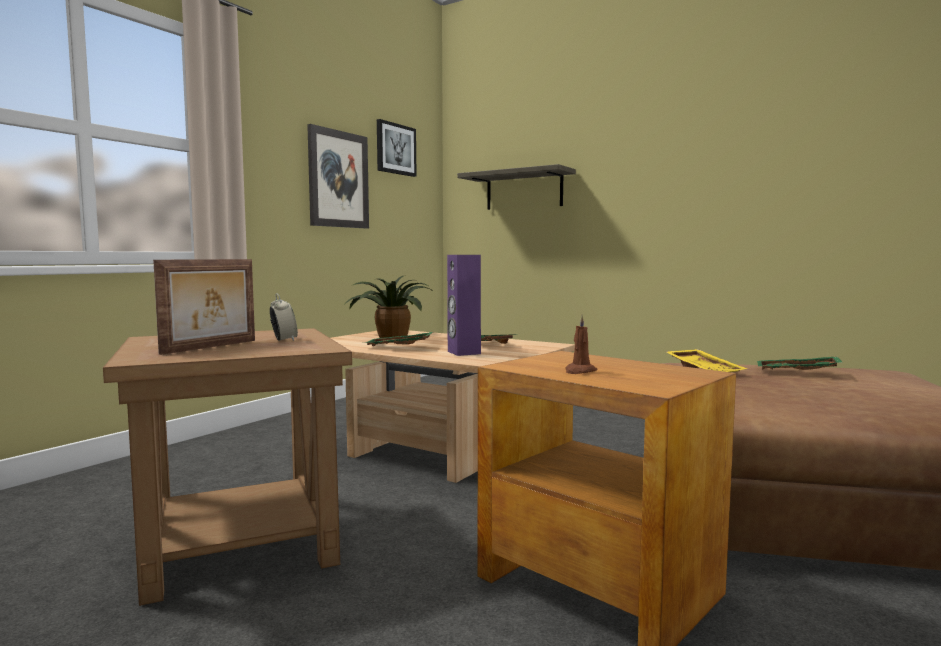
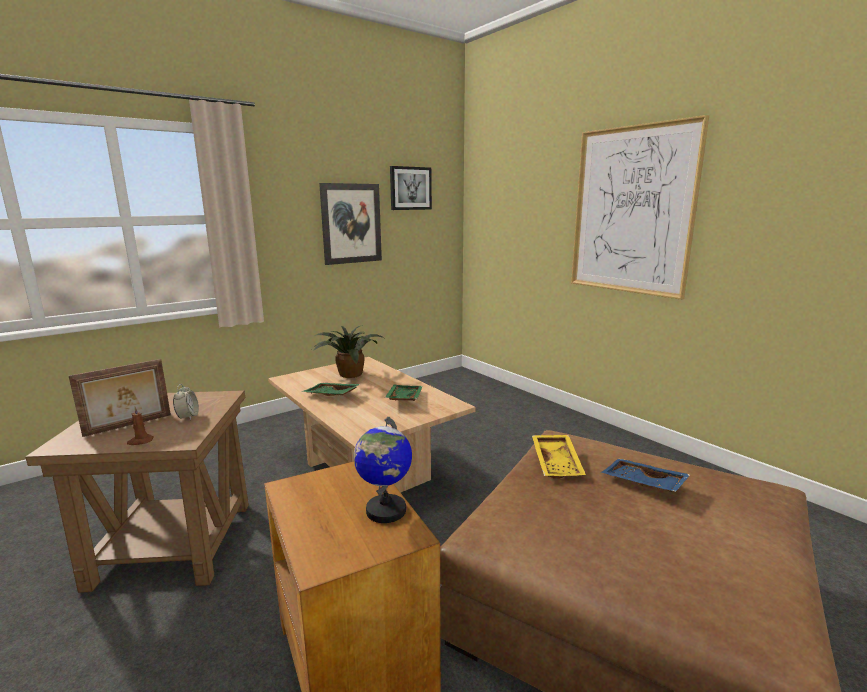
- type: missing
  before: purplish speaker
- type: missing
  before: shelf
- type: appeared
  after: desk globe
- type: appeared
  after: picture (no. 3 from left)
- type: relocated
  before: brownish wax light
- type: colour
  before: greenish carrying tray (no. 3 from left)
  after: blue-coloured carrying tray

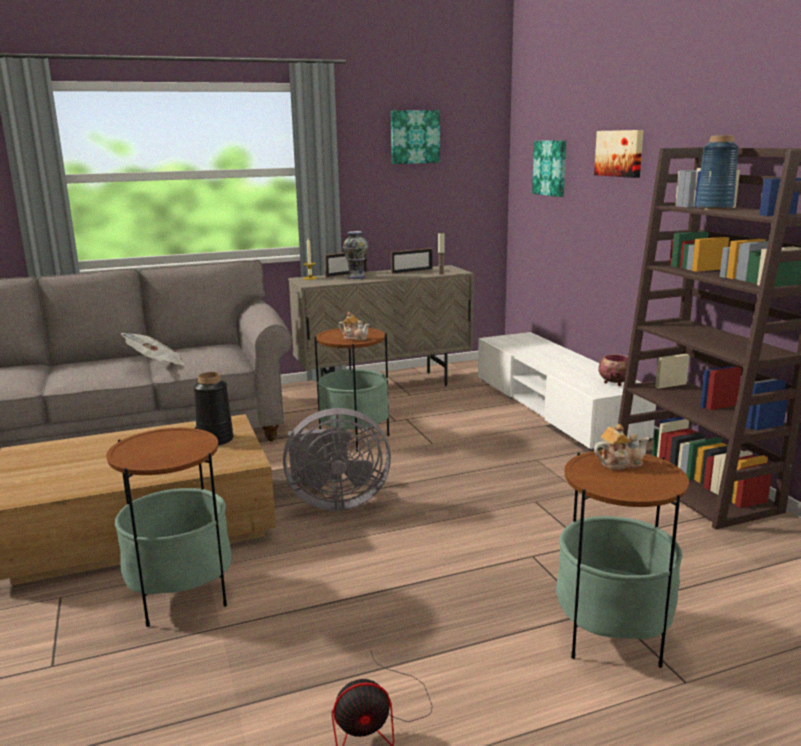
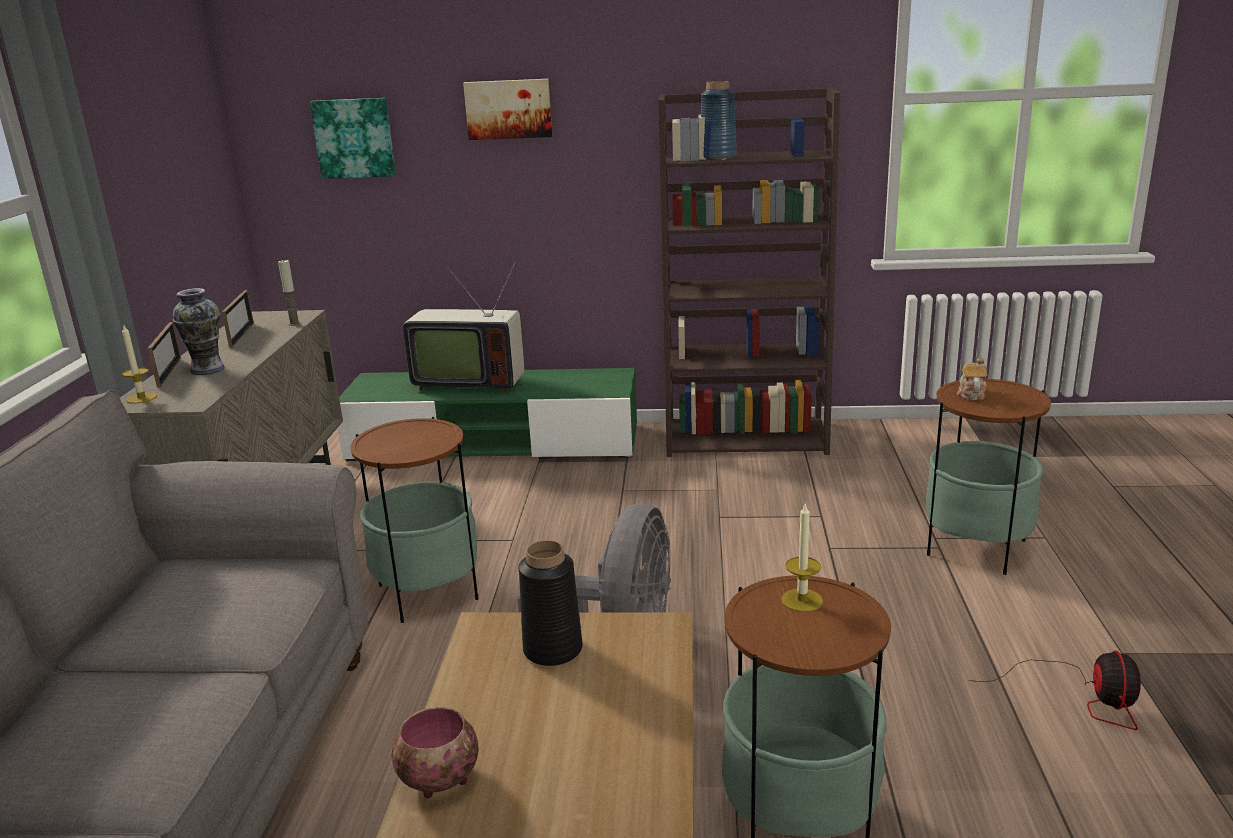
- type: missing
  before: printed paper
- type: missing
  before: tea pot (no. 1 from left)
- type: missing
  before: picture (no. 1 from left)
- type: appeared
  after: TV set
- type: appeared
  after: wax light (no. 3 from left)
- type: relocated
  before: bowl
- type: colour
  before: white tv unit
  after: greenish tv unit

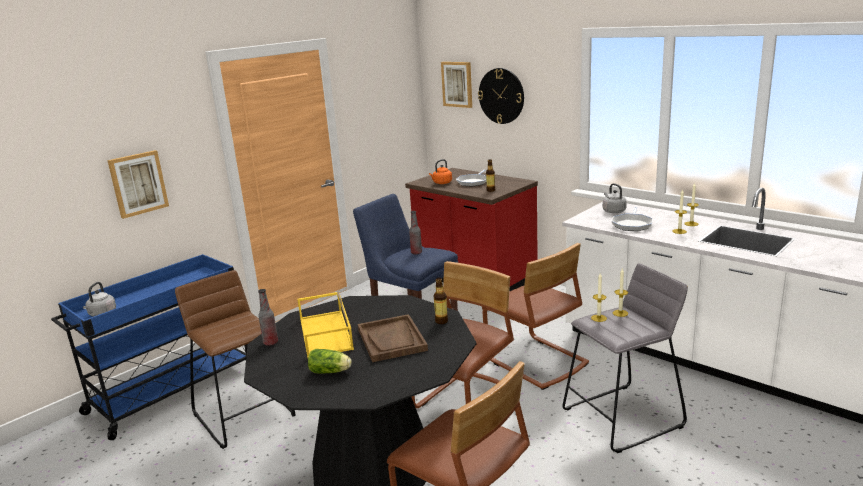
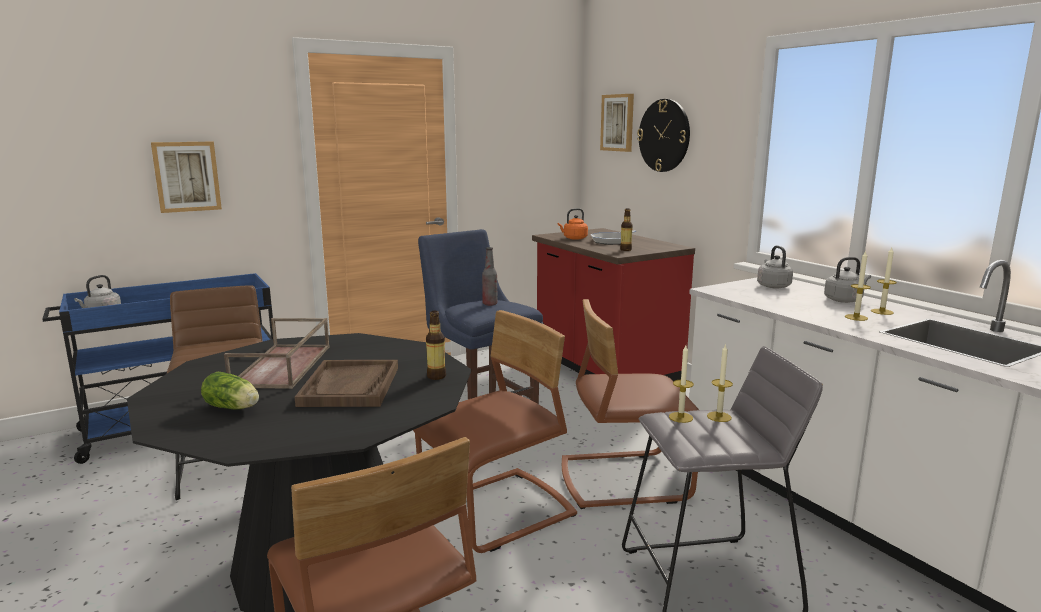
- type: missing
  before: bottle (no. 1 from left)
- type: missing
  before: pan (no. 2 from left)
- type: appeared
  after: greyish tea kettle (no. 3 from left)
- type: colour
  before: yellow carrying tray
  after: brownish carrying tray (no. 1 from left)
- type: spun
  before: brownish plain chair (no. 3 from left)
  turn: 105

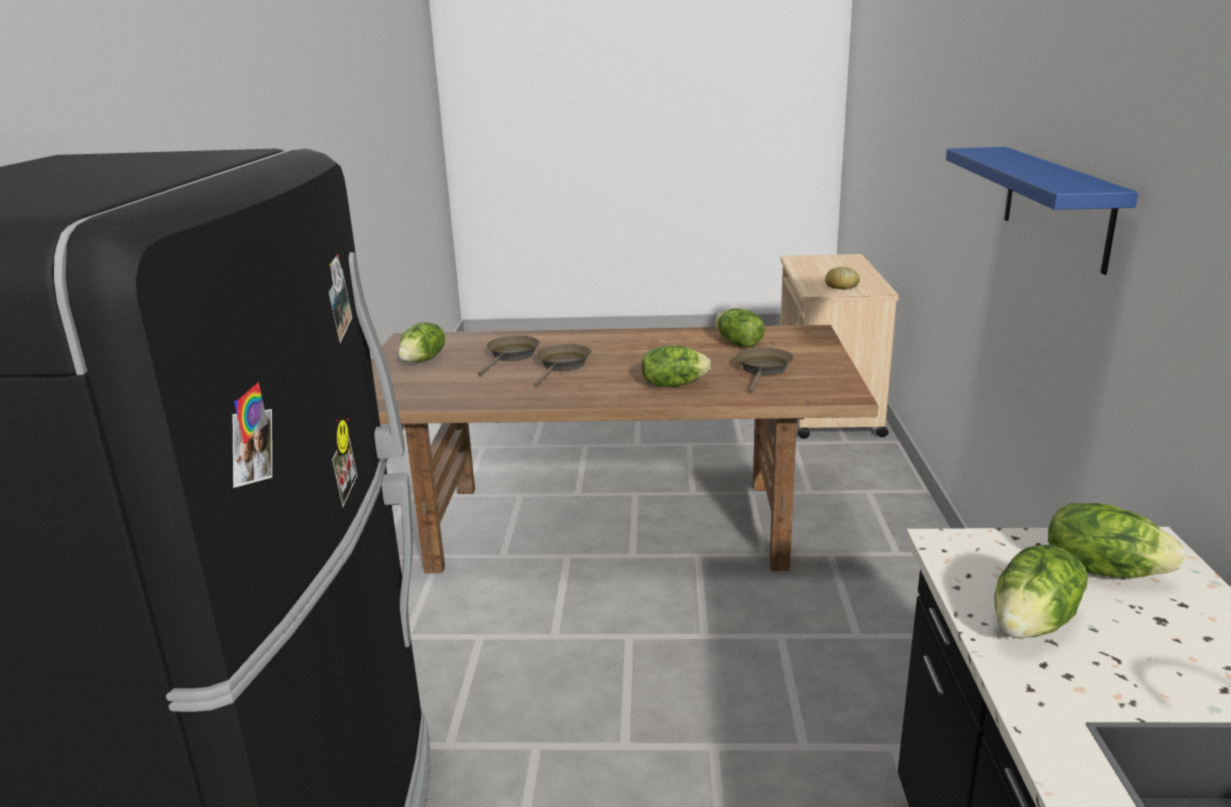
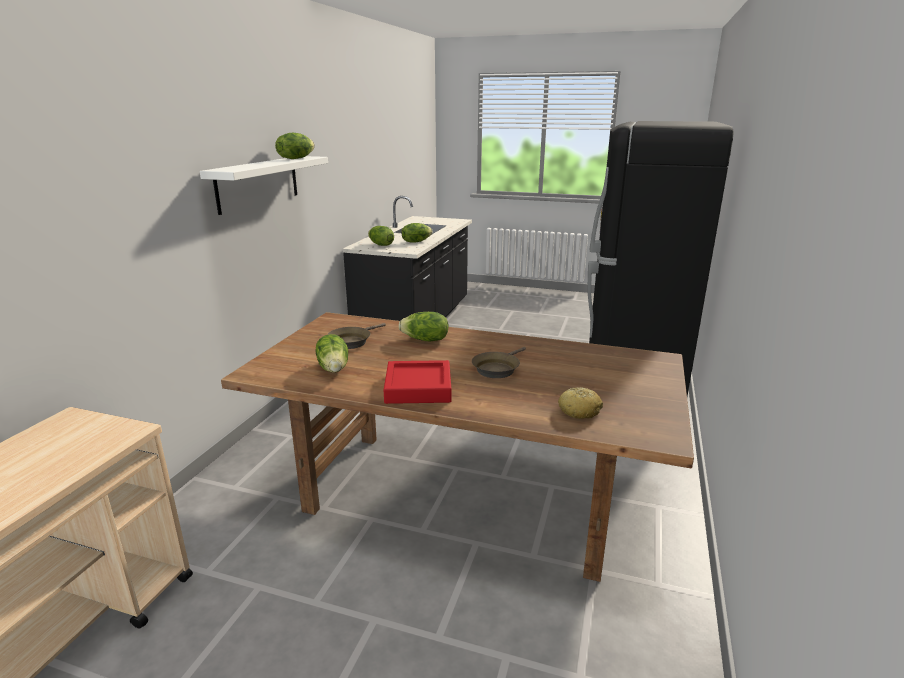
- type: missing
  before: brownish pan (no. 1 from left)
- type: appeared
  after: reddish carrying tray
- type: relocated
  before: lettuce head (no. 1 from left)
- type: relocated
  before: bread
- type: colour
  before: blue-coloured shelf
  after: white shelf

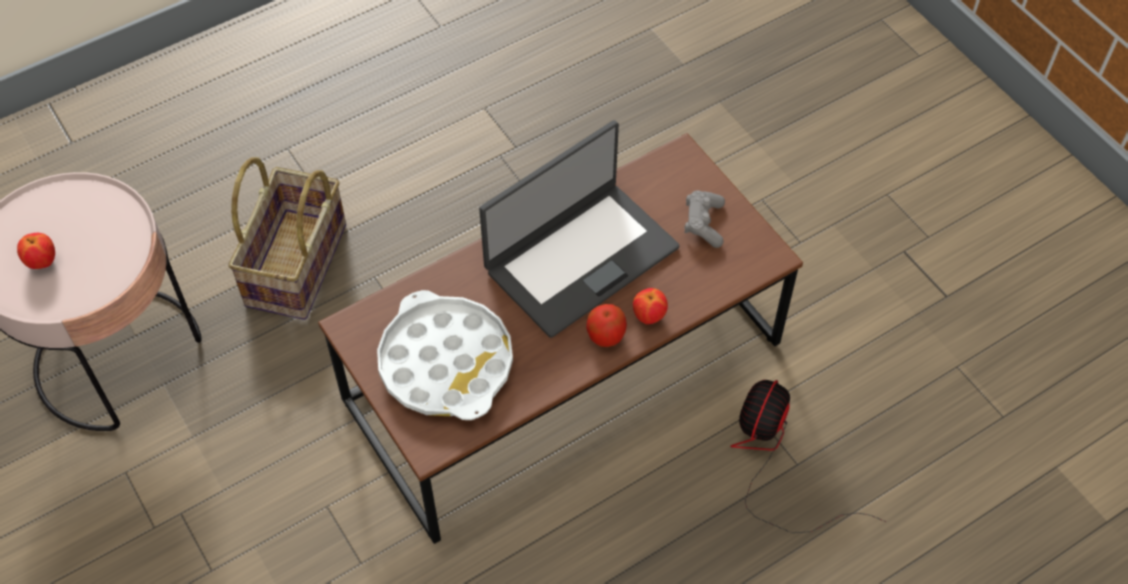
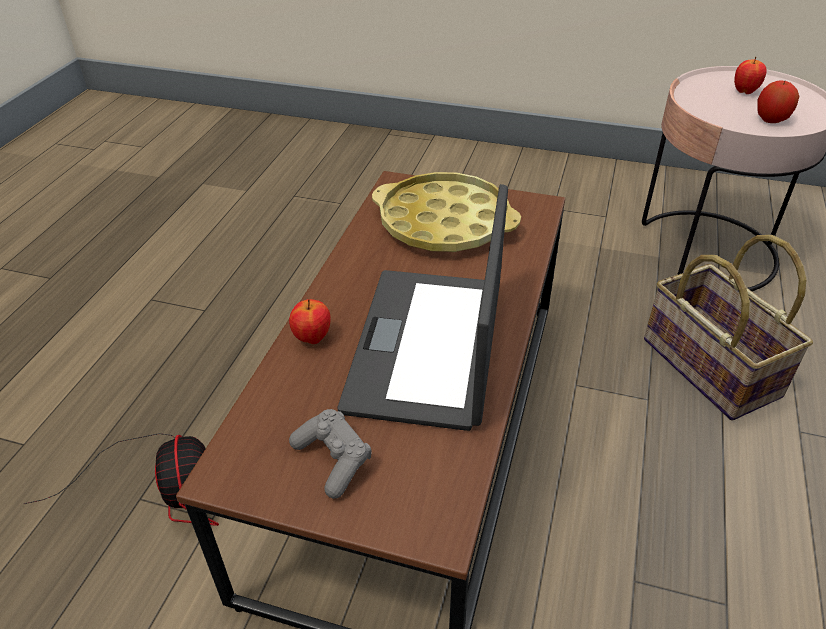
- type: relocated
  before: apple (no. 2 from left in the first image)
  after: apple (no. 3 from left)
- type: colour
  before: white carrying tray
  after: yellow carrying tray

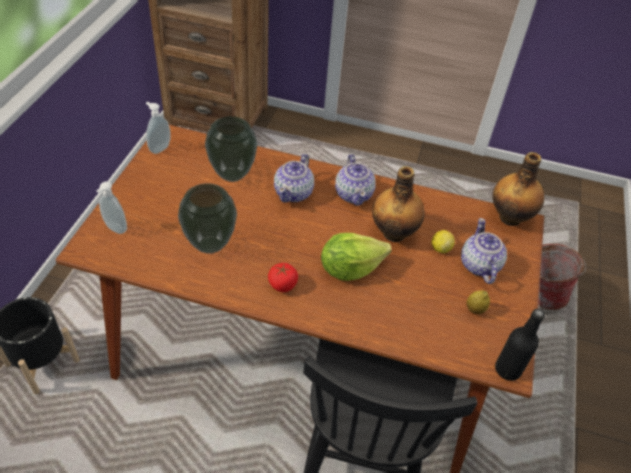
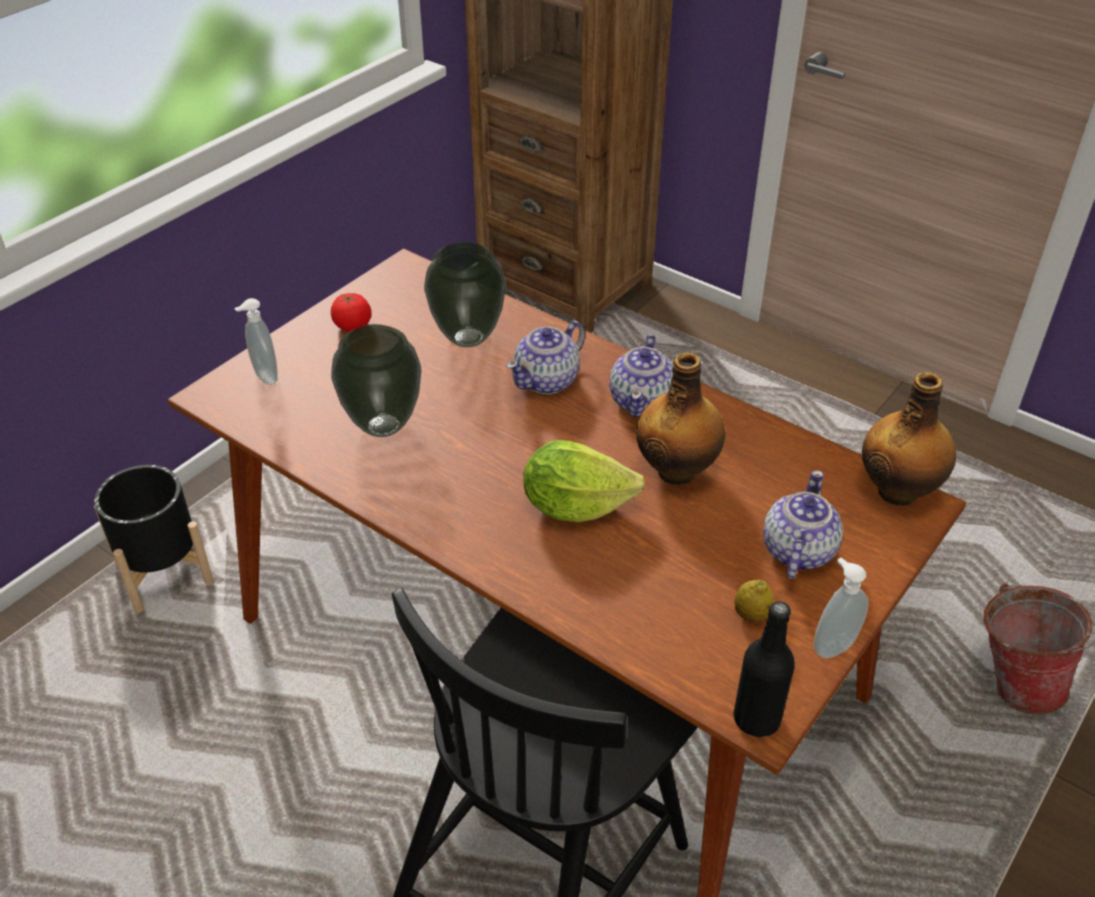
- type: missing
  before: citrus fruit (no. 1 from left)
- type: relocated
  before: soap bottle (no. 2 from left)
- type: relocated
  before: fresh tomato

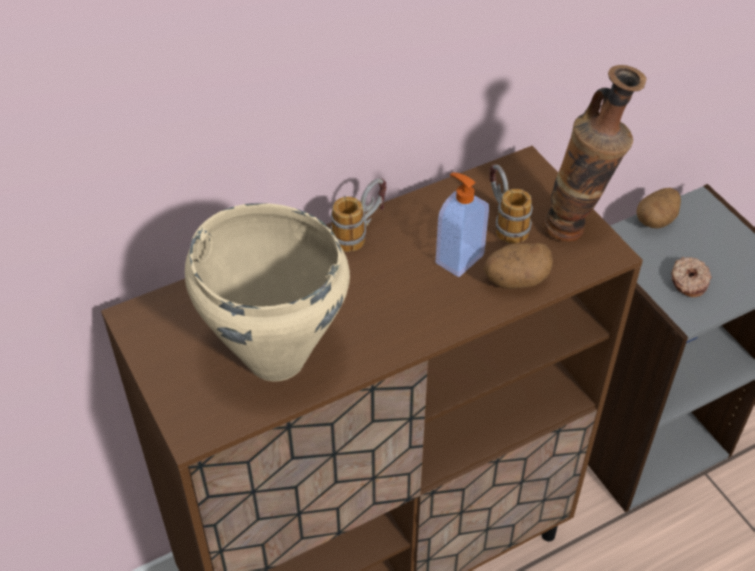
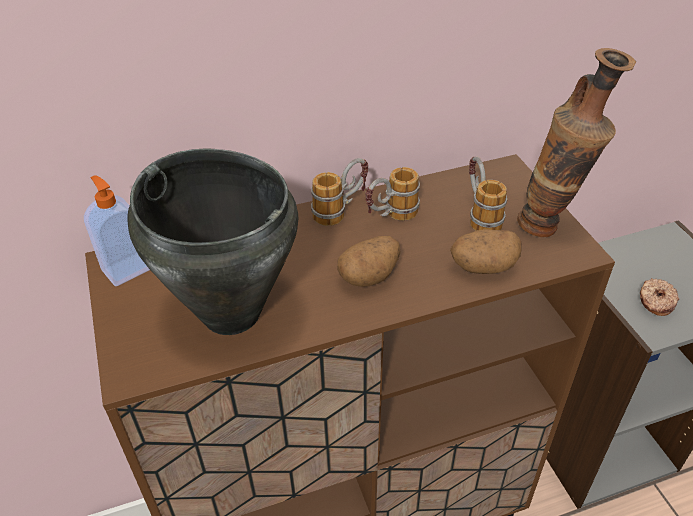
- type: appeared
  after: mug (no. 2 from left)
- type: relocated
  before: soap bottle
- type: relocated
  before: whole potato (no. 2 from left in the first image)
  after: whole potato (no. 1 from left)
- type: colour
  before: beige-coloured saucepot
  after: blackish saucepot

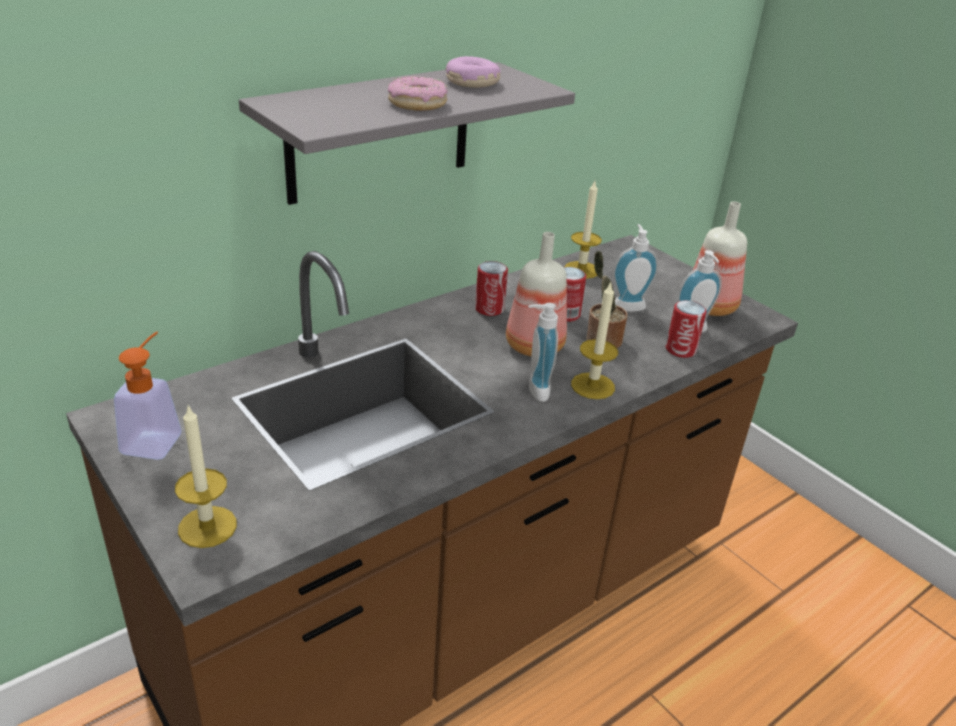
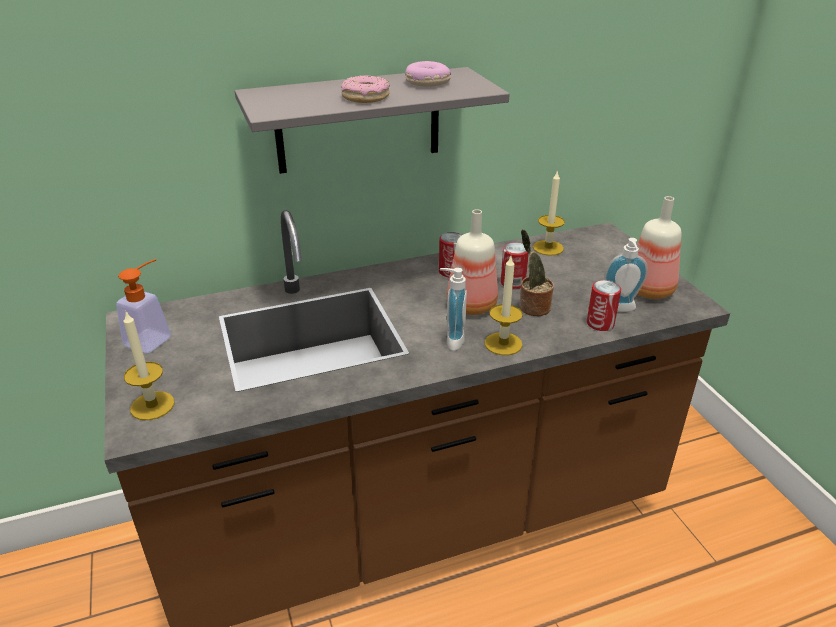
- type: missing
  before: soap bottle (no. 3 from left)

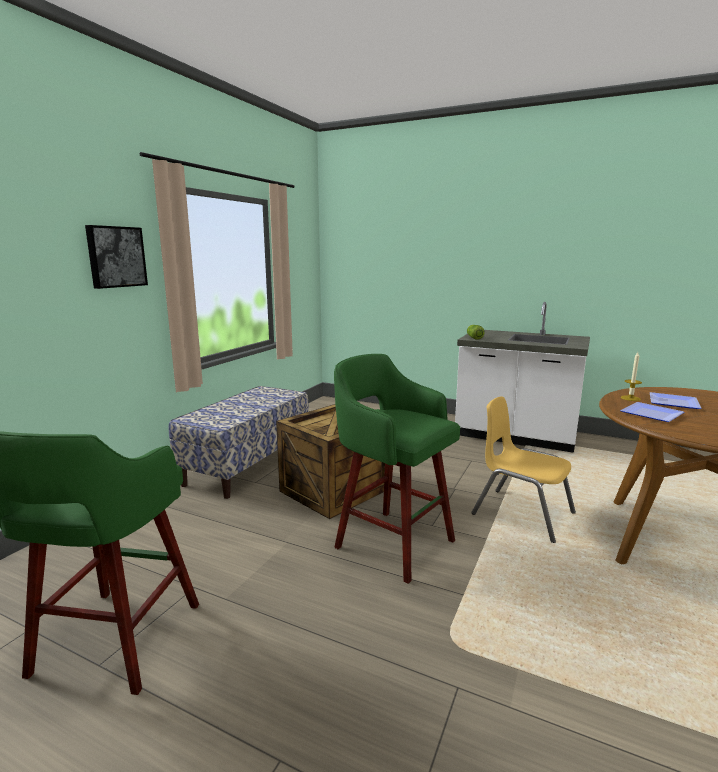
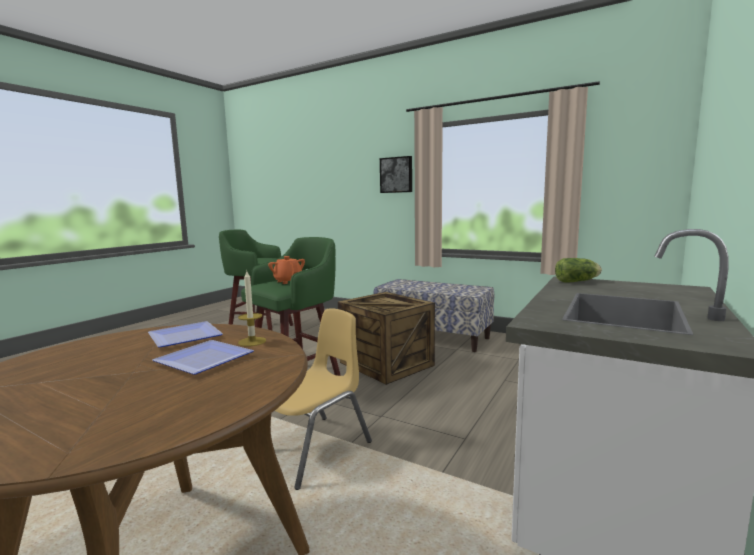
- type: appeared
  after: orange-coloured tea pot

